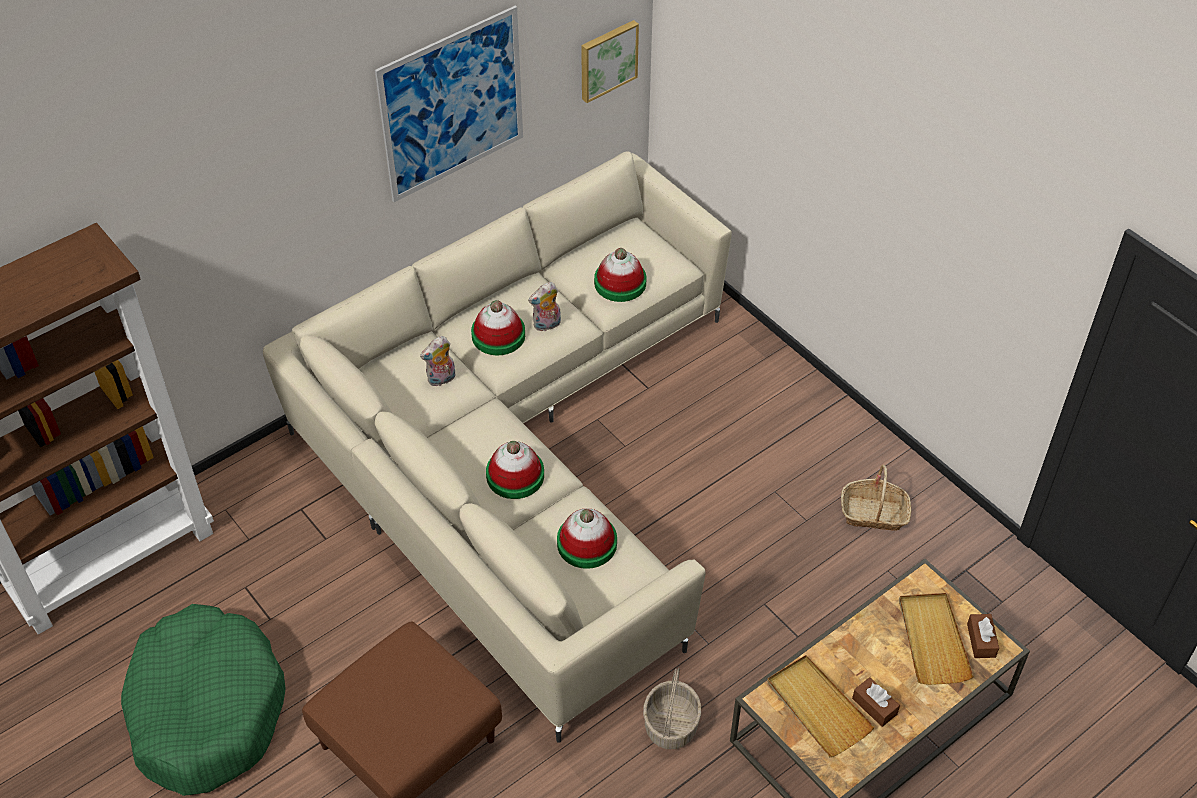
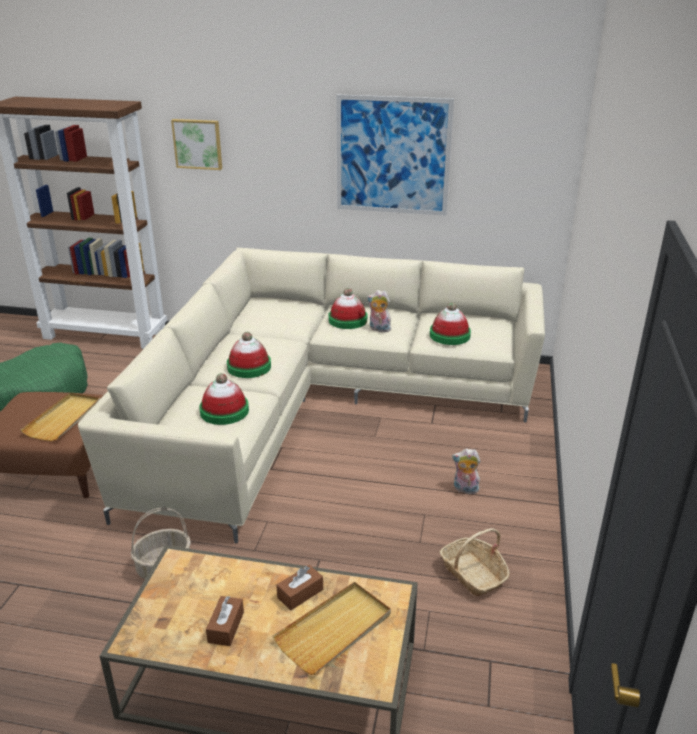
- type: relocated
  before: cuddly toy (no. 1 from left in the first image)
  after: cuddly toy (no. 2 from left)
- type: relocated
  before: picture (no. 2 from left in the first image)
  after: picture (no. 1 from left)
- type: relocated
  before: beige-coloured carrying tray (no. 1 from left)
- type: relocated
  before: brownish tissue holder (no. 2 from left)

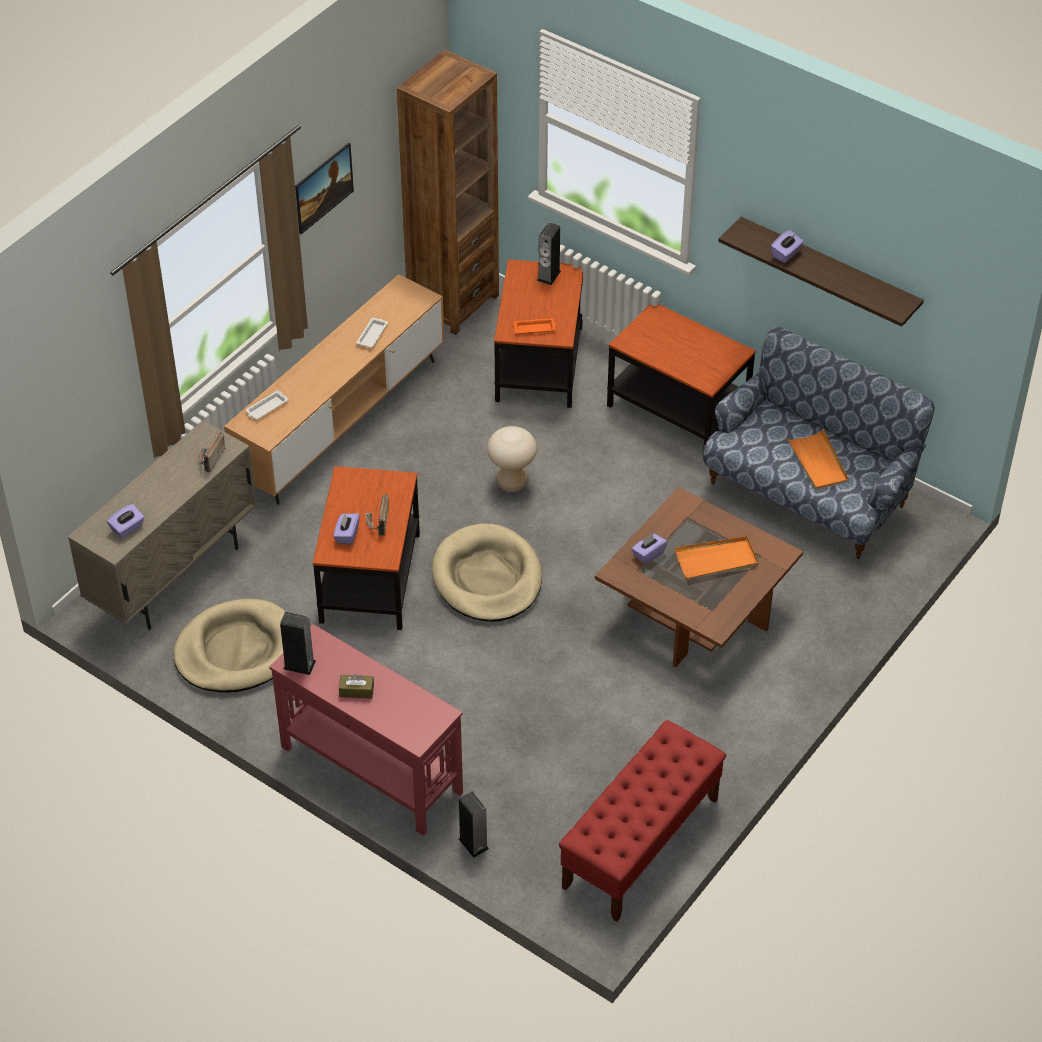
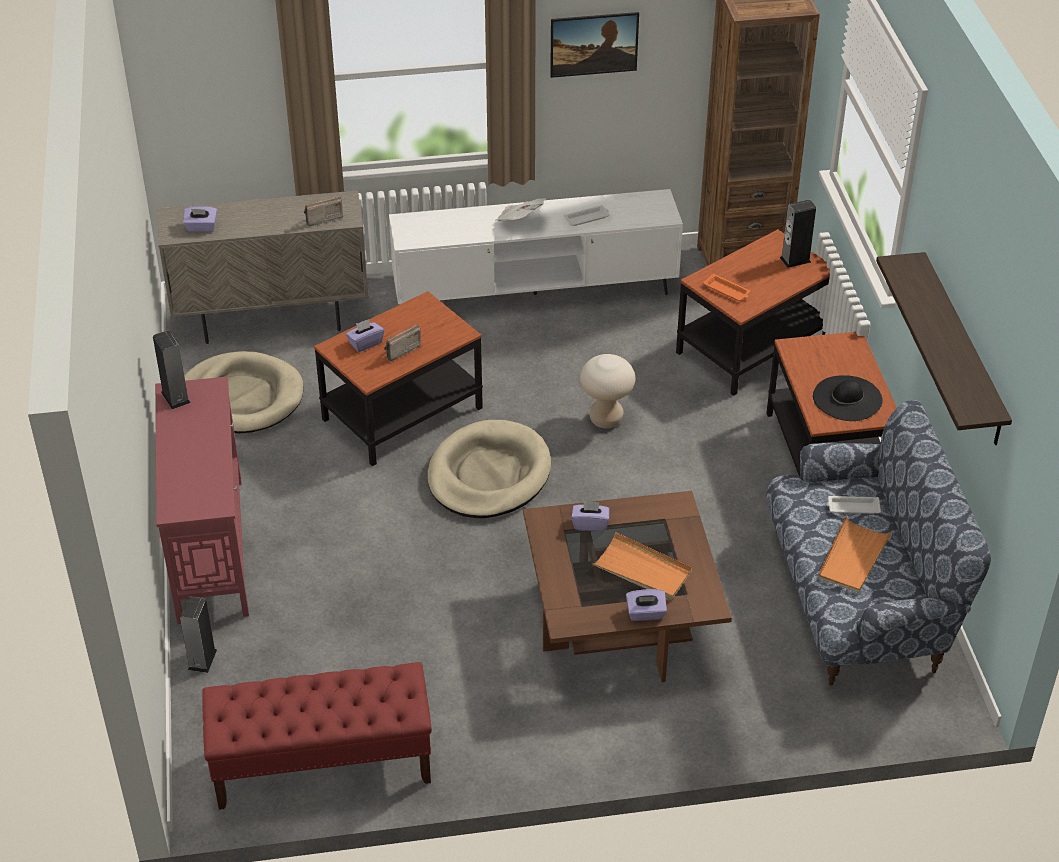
- type: missing
  before: brownish tissue holder
- type: appeared
  after: printed paper
- type: appeared
  after: blackish wearable hat
- type: relocated
  before: white carrying tray (no. 1 from left in the first image)
  after: white carrying tray (no. 2 from left)
- type: relocated
  before: purplish tissue holder (no. 4 from left)
- type: colour
  before: brownish tv unit
  after: white tv unit

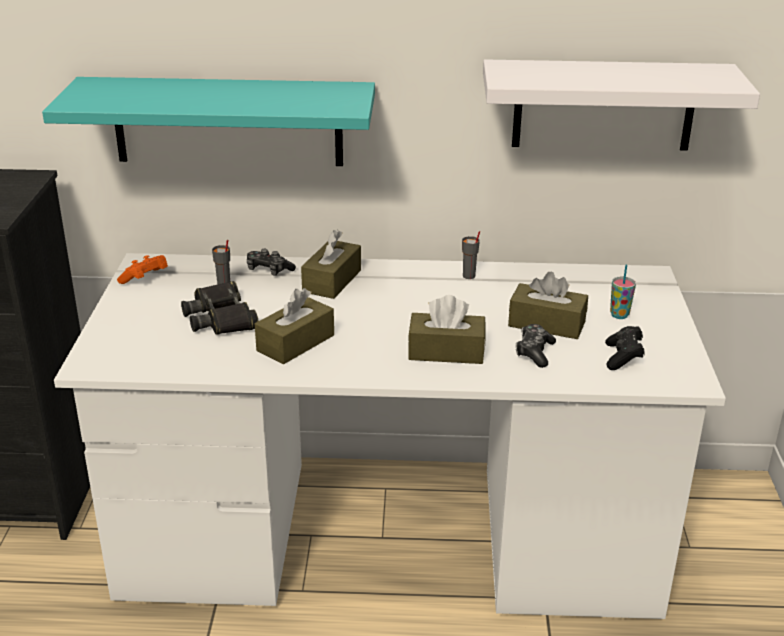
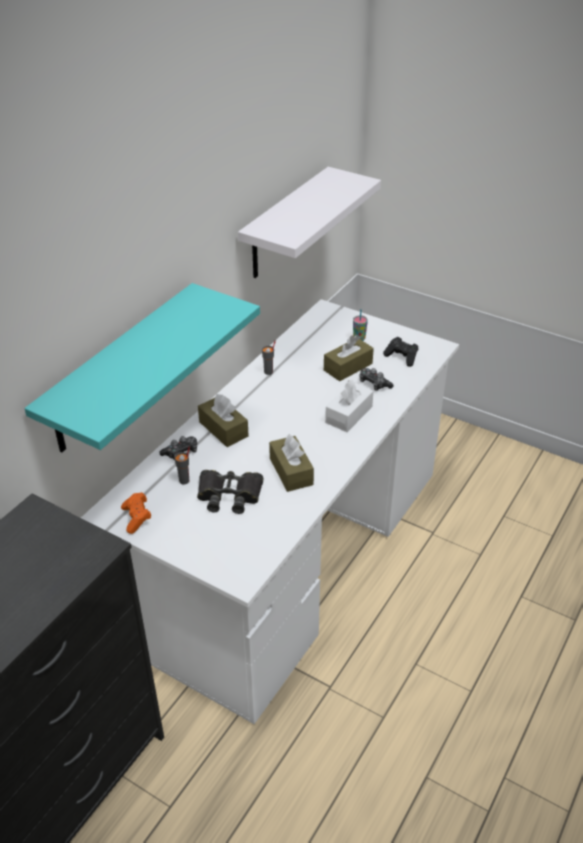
- type: colour
  before: brownish tissue holder (no. 3 from left)
  after: white tissue holder

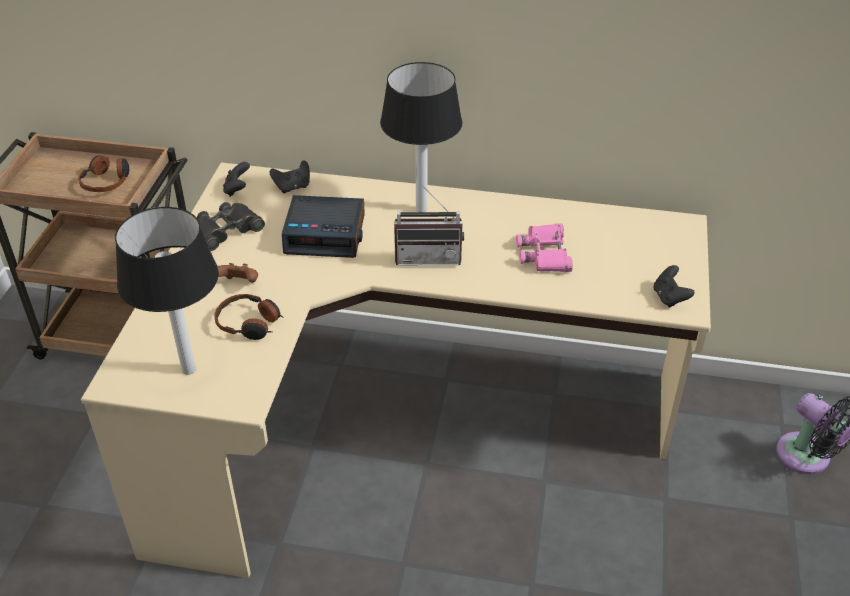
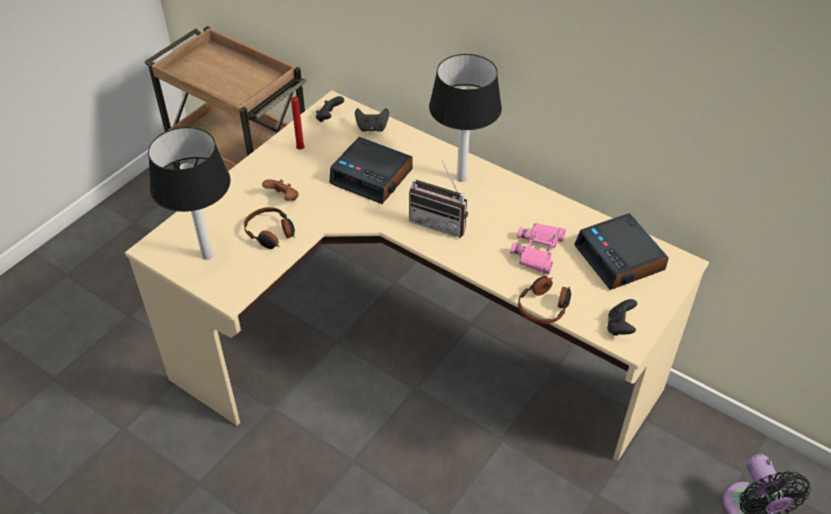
- type: appeared
  after: table clock (no. 2 from left)
- type: relocated
  before: pair of headphones (no. 1 from left in the first image)
  after: pair of headphones (no. 2 from left)
- type: exchanged
  before: blackish binoculars
  after: reddish wax light

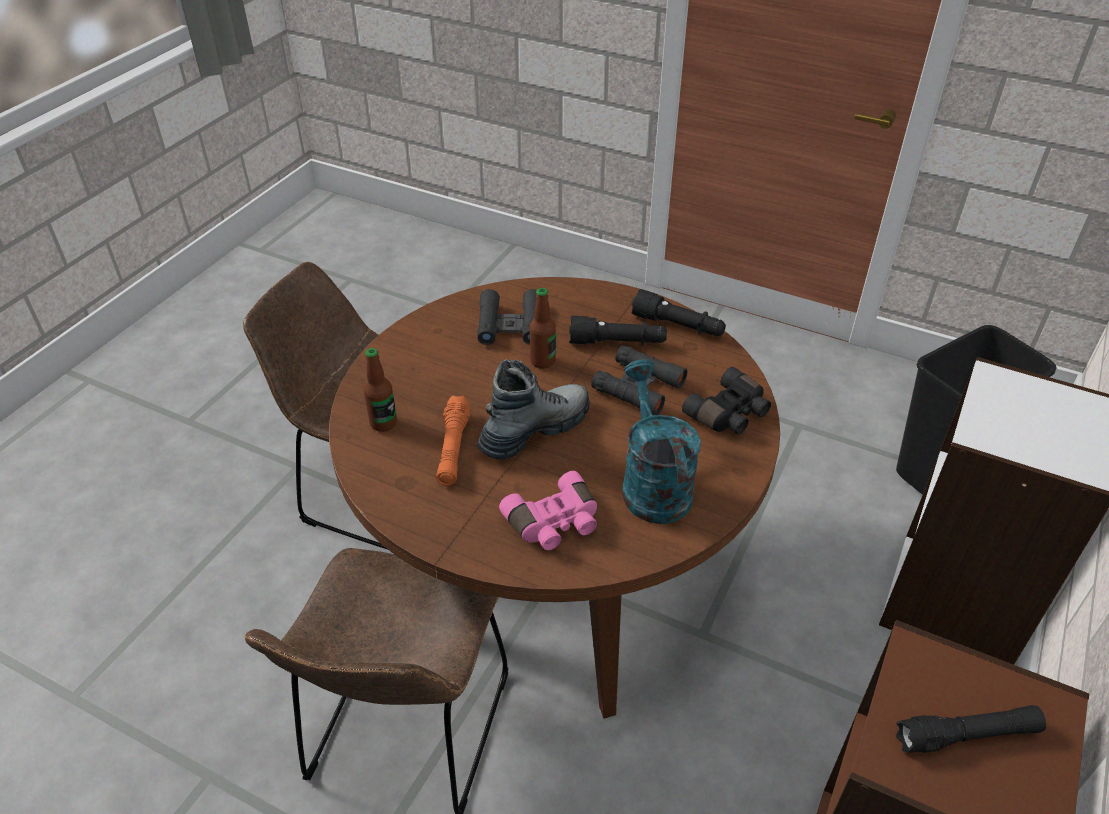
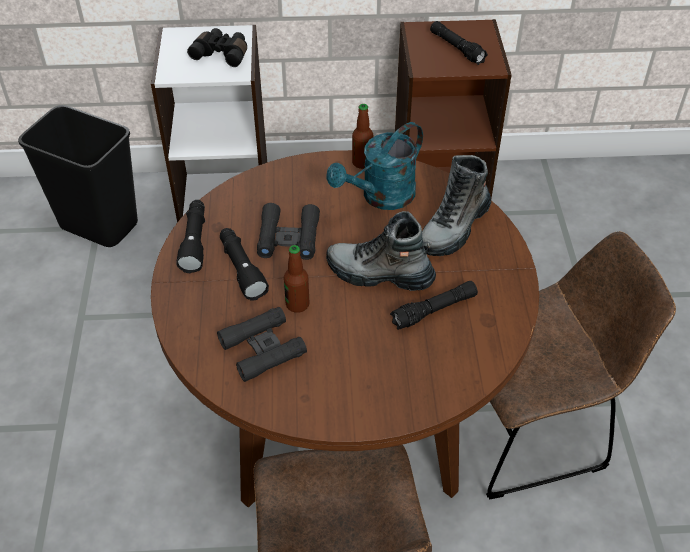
- type: relocated
  before: bottle (no. 1 from left in the first image)
  after: bottle (no. 2 from left)
- type: relocated
  before: blackish binoculars (no. 3 from left in the first image)
  after: blackish binoculars (no. 1 from left)
- type: exchanged
  before: pink binoculars
  after: boot (no. 2 from left)
- type: colour
  before: orange-coloured hand torch
  after: blackish hand torch (no. 3 from left)

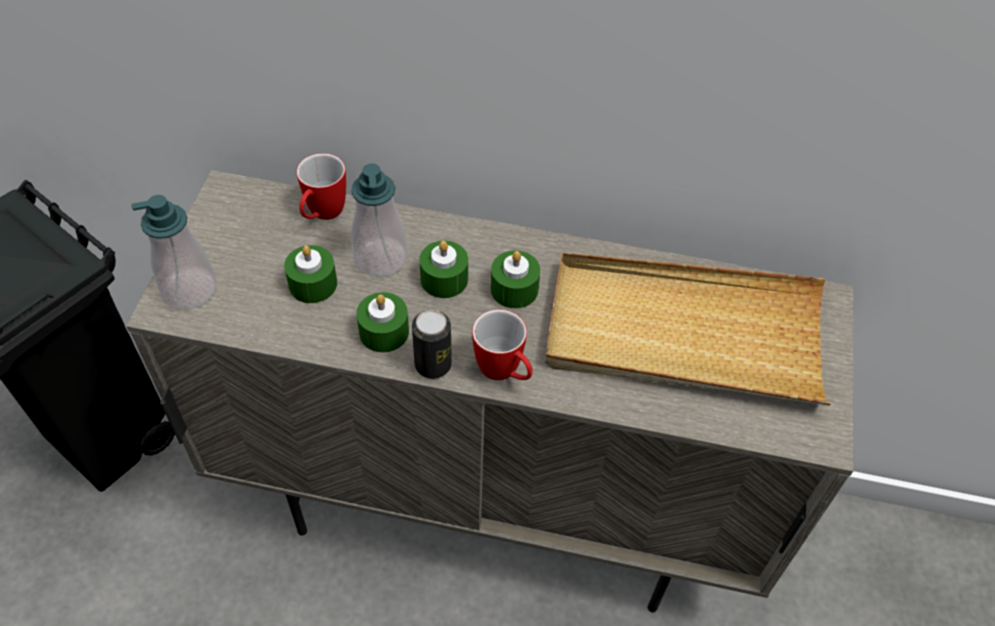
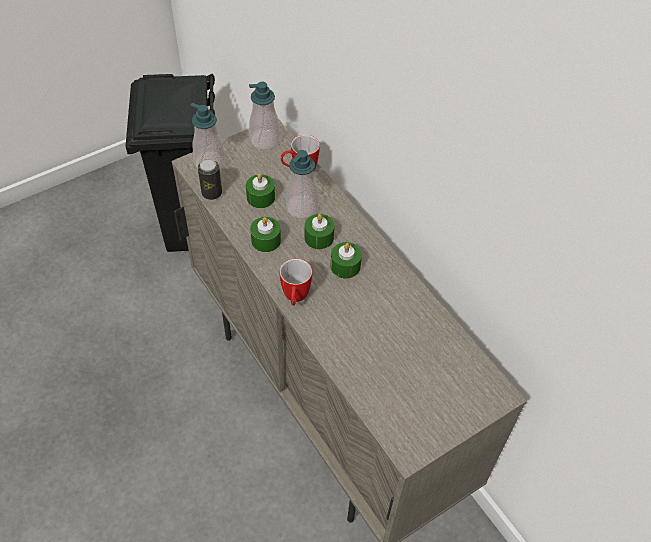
- type: missing
  before: beige-coloured carrying tray
- type: appeared
  after: soap bottle (no. 2 from left)
- type: relocated
  before: sealed can

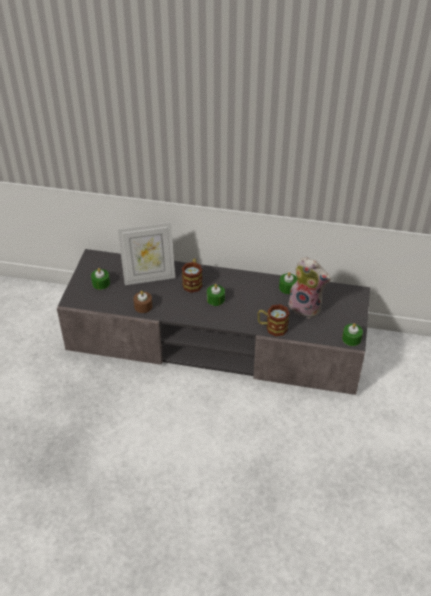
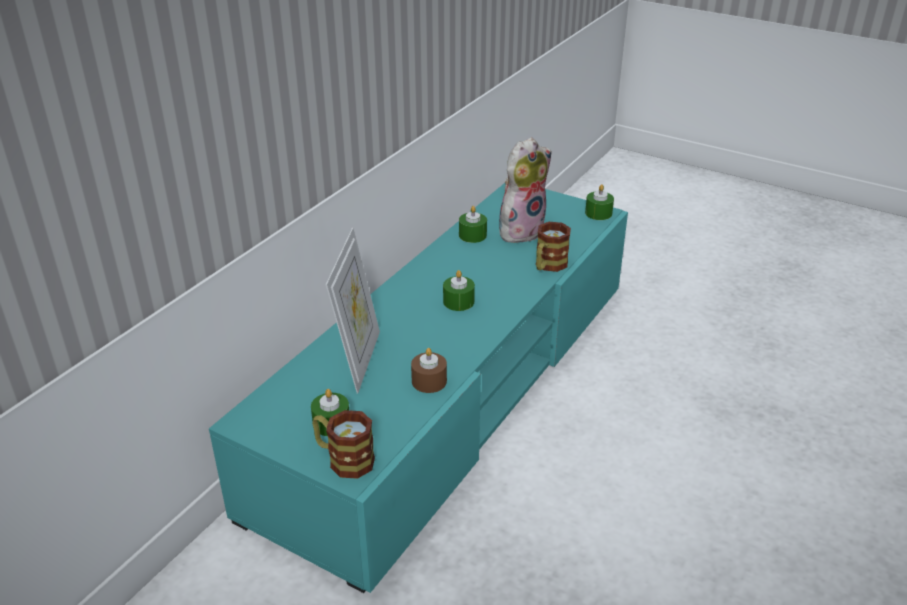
- type: relocated
  before: mug (no. 1 from left)
- type: colour
  before: greyish tv unit
  after: turquoise tv unit

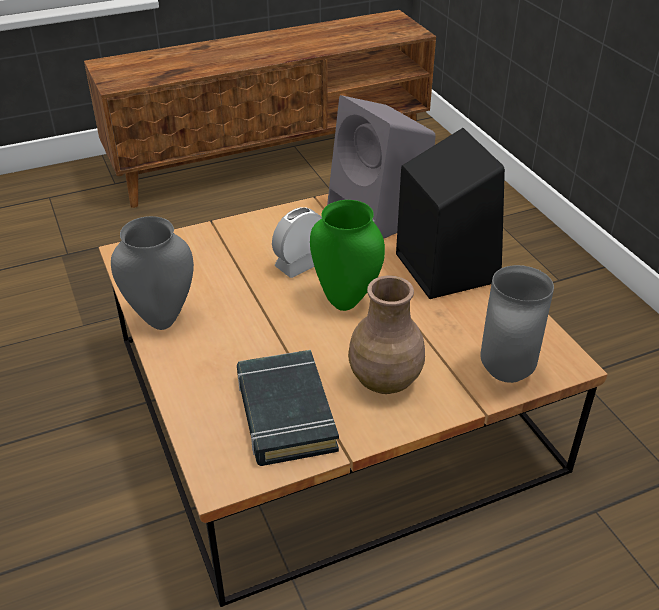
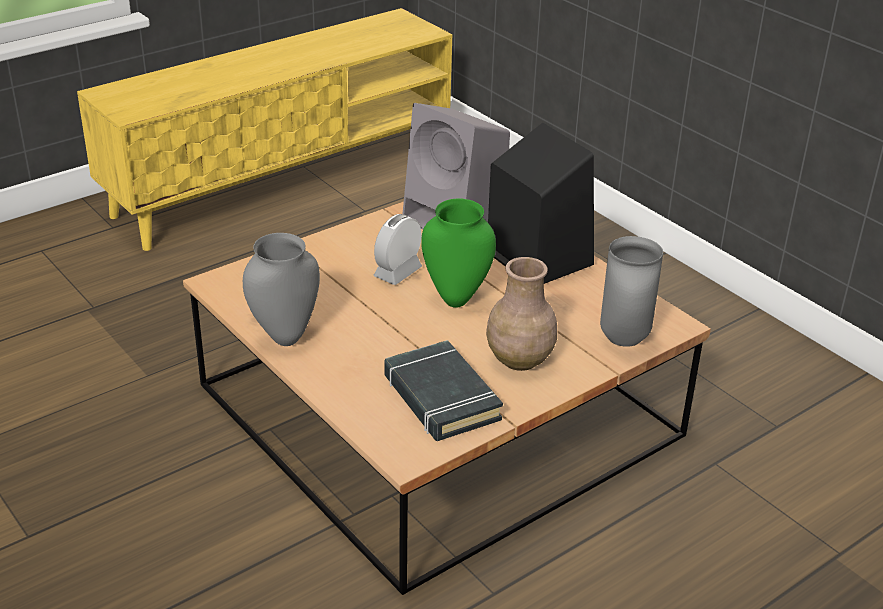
- type: colour
  before: brownish tv unit
  after: yellow tv unit

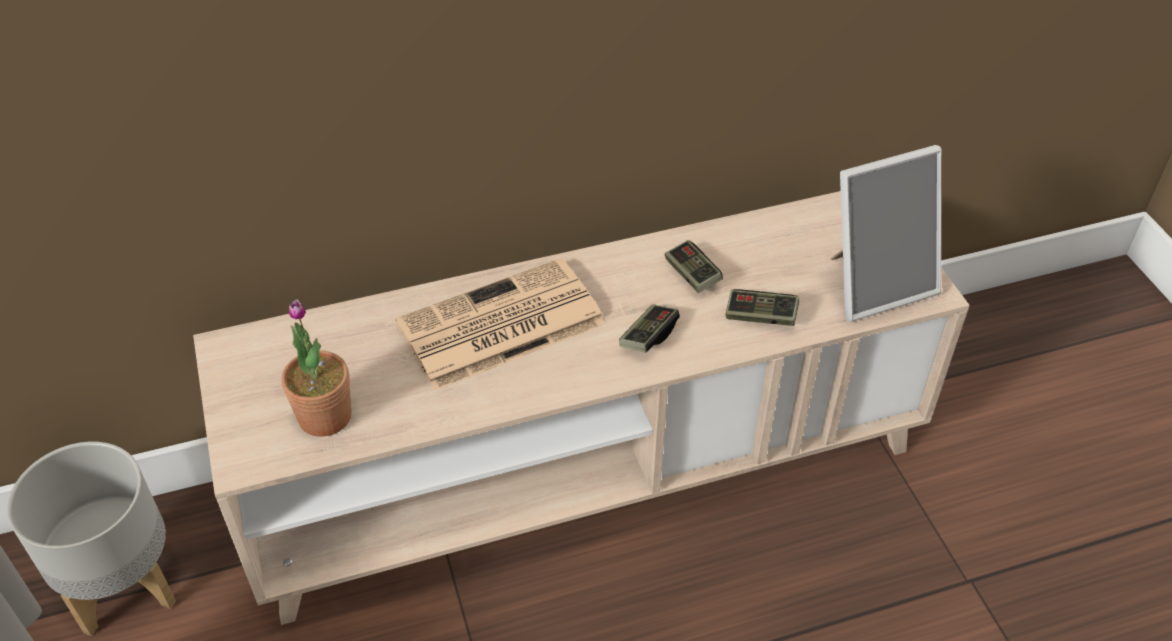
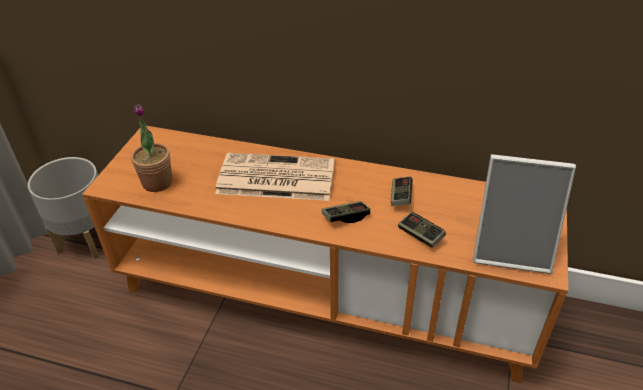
- type: colour
  before: beige-coloured tv unit
  after: orange-coloured tv unit

